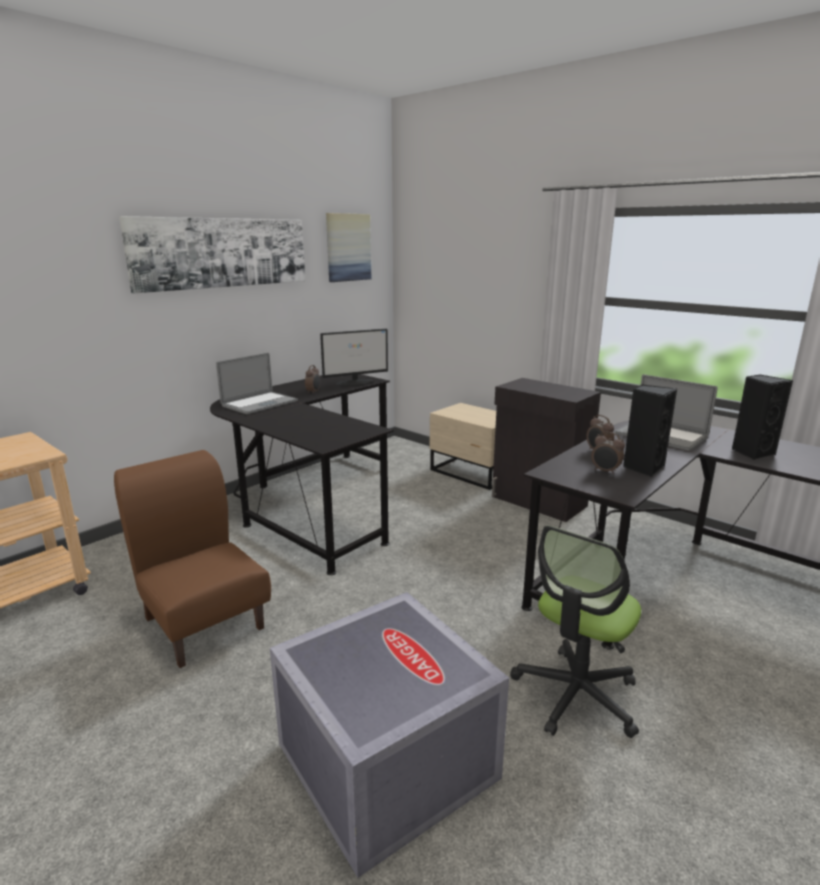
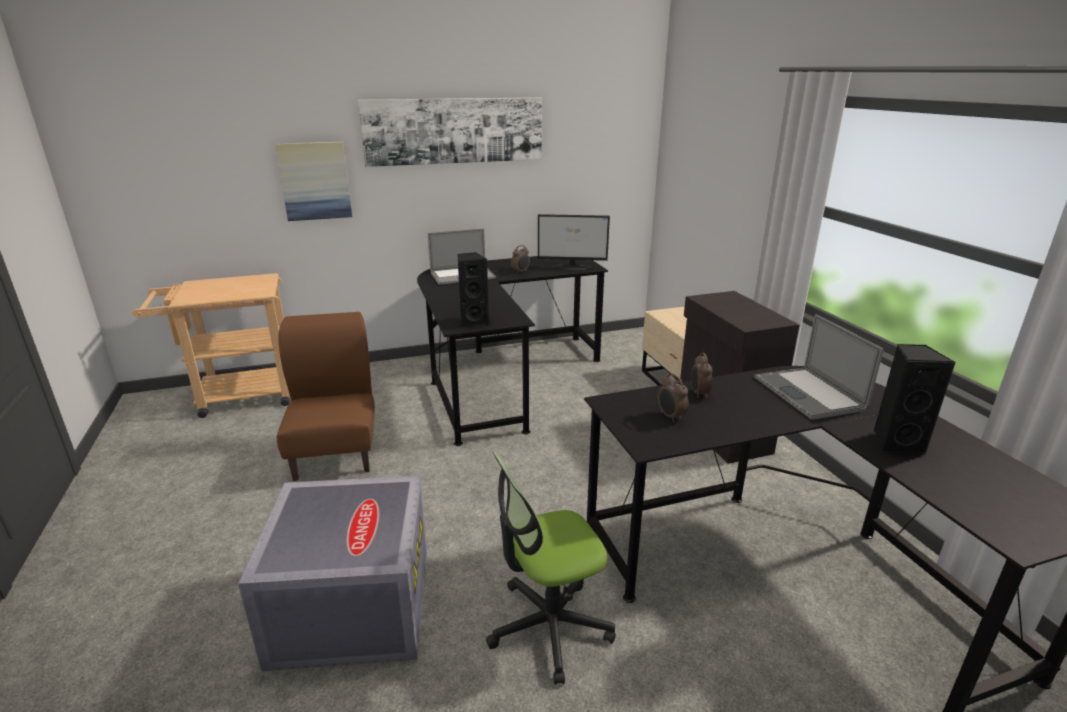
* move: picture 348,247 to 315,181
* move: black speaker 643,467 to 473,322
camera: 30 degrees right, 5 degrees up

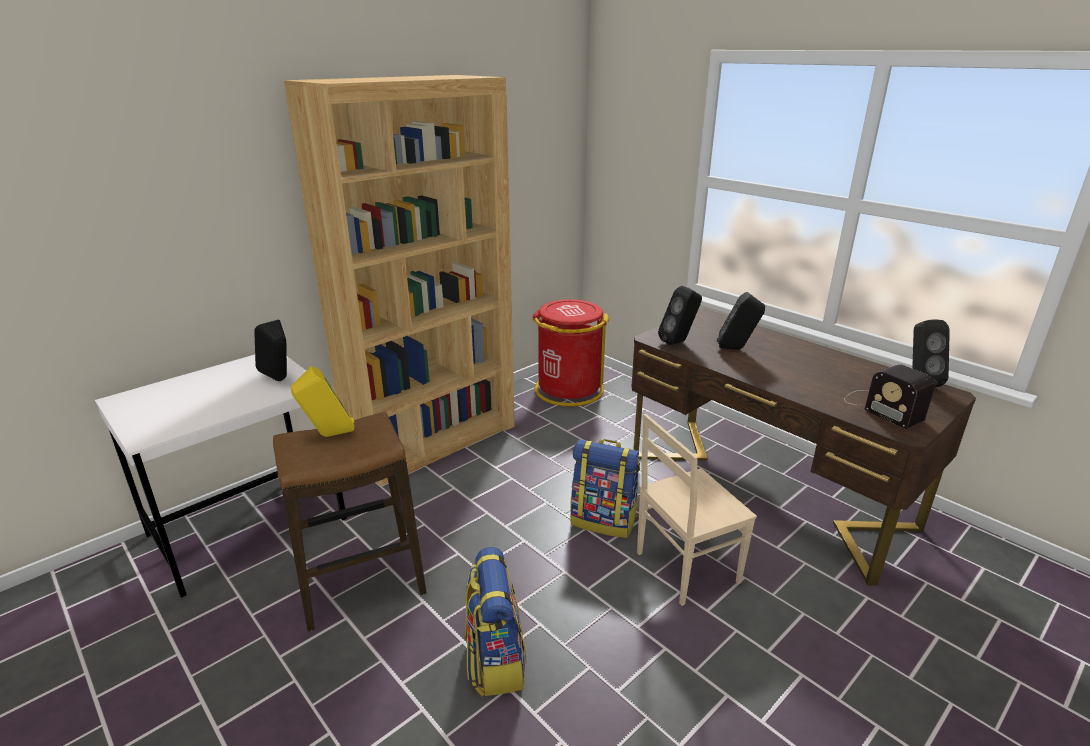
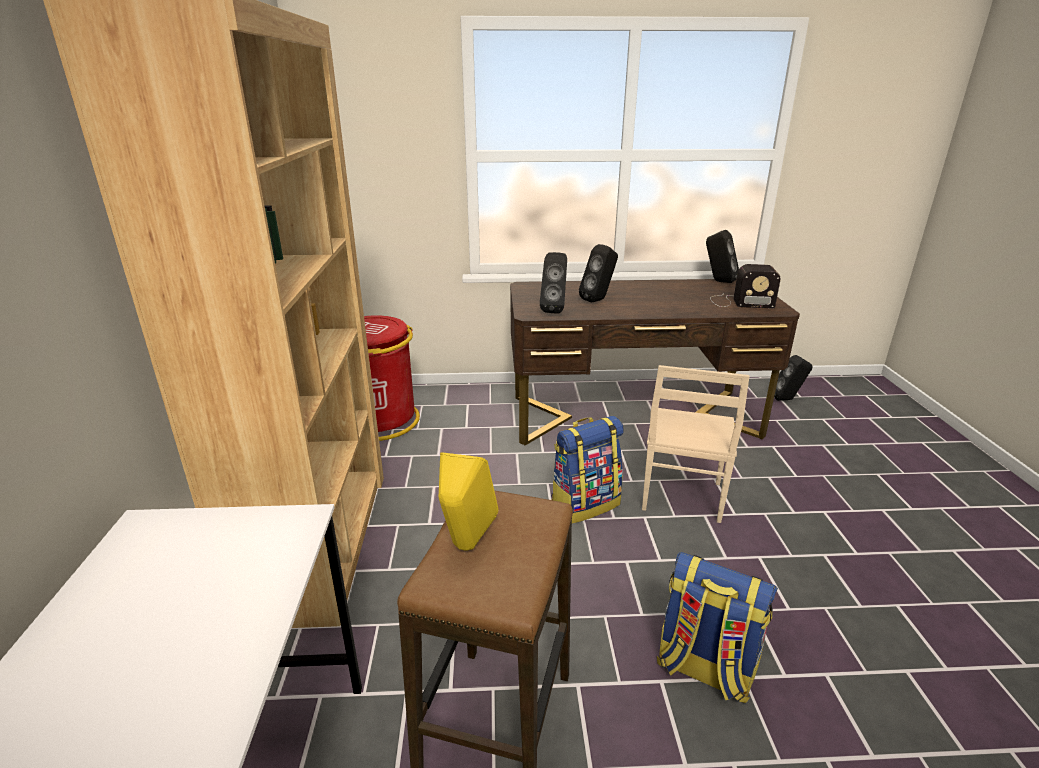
* move: black speaker 280,380 to 787,399
camera: 50 degrees left, 0 degrees up

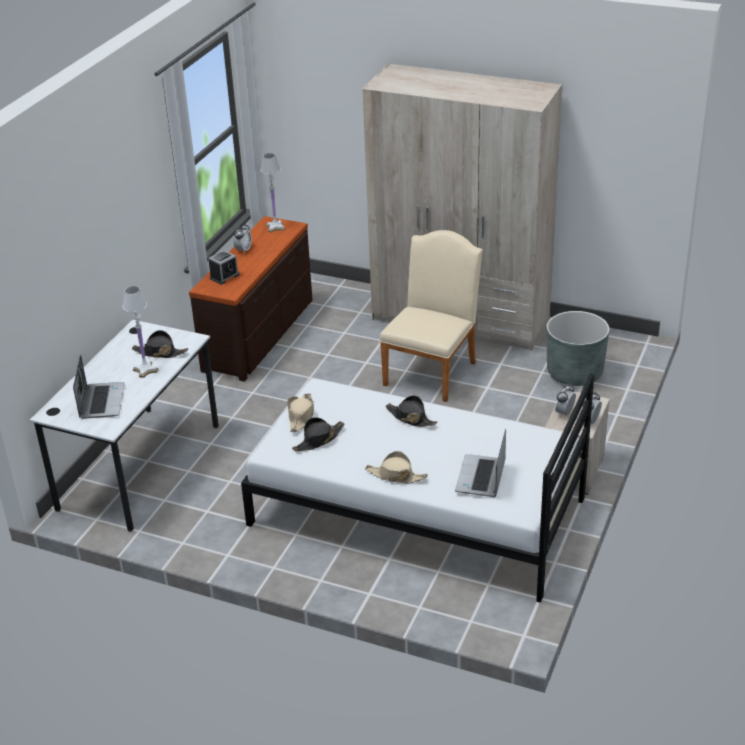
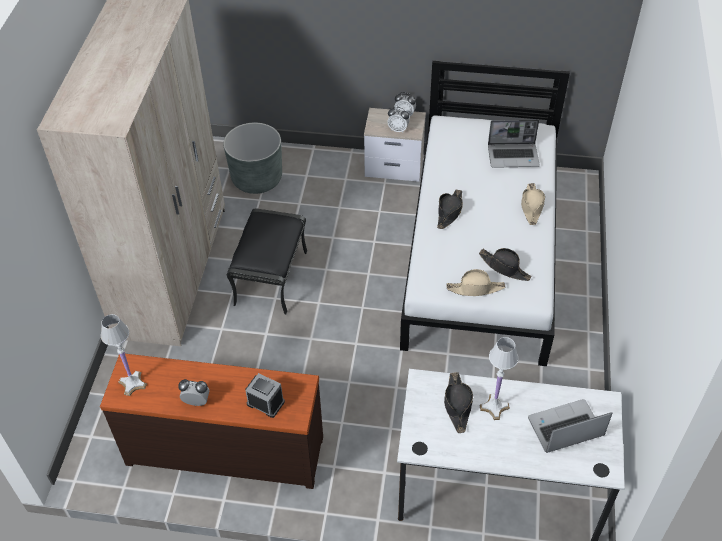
* replace: beige chair 433,370 to black ottoman 270,277
camera: 105 degrees left, 15 degrees up

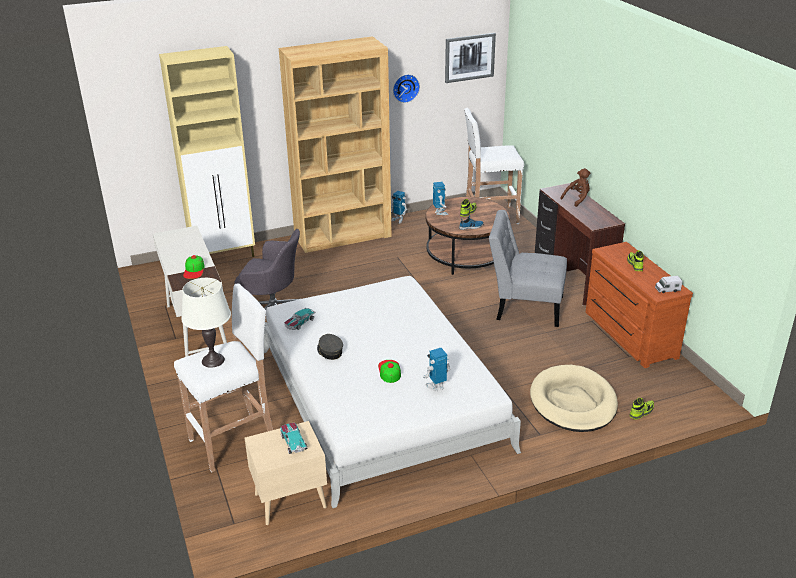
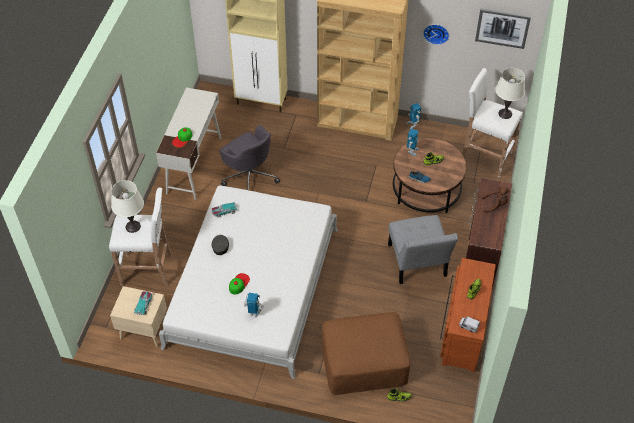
* insert: white table lamp 505,114
* replace: beige dog bed 573,402 to brown ottoman 364,362
* rotate: grey chair 525,307 = 417,263 150 degrees counterclockwise
camera: 35 degrees right, 20 degrees up

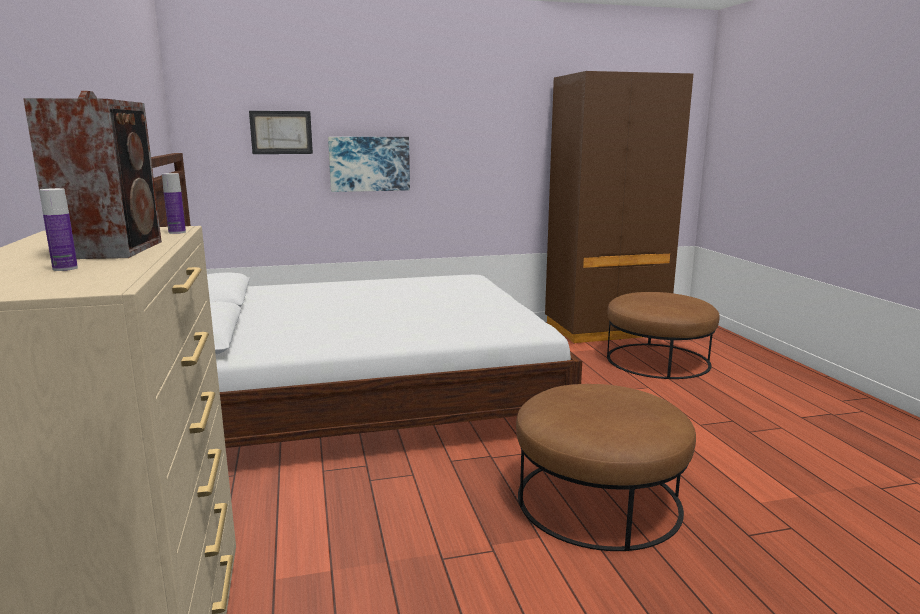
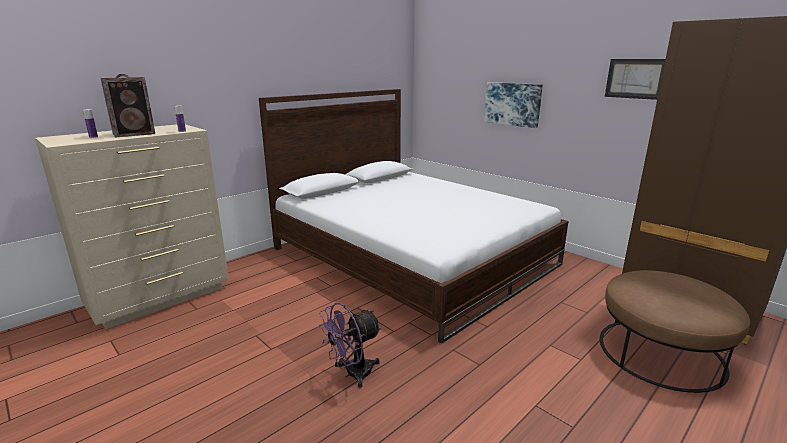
* move: picture 281,132 to 635,78
* replace: brown ottoman 598,500 to purple fan 352,374
camera: 60 degrees right, 5 degrees up

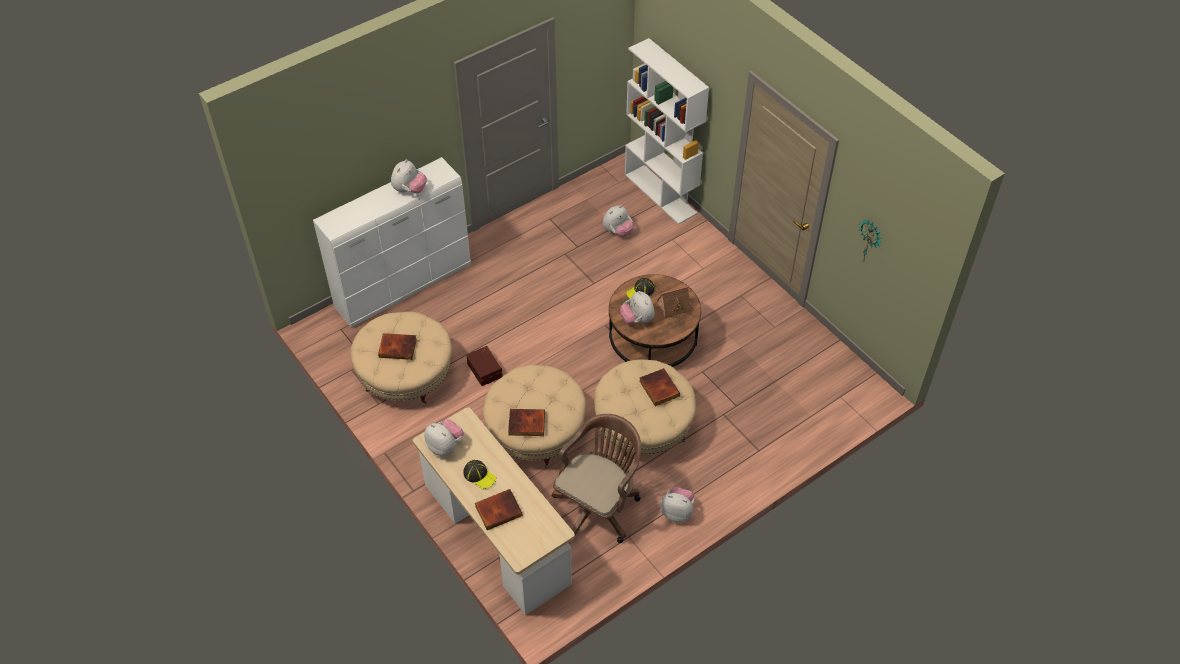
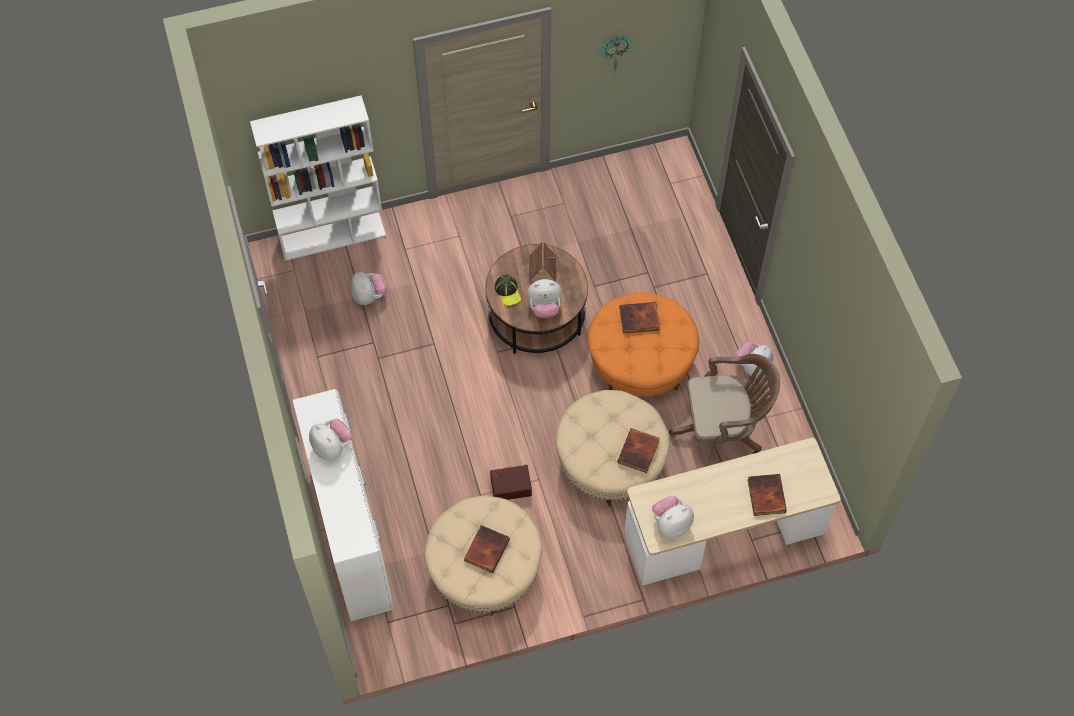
* delete: cap 479,475
* recolor: beige ottoman 643,425 to orange ottoman 641,361
* rotate: brown office chair 598,506 = 722,432 120 degrees clockwise
camera: 70 degrees left, 10 degrees up

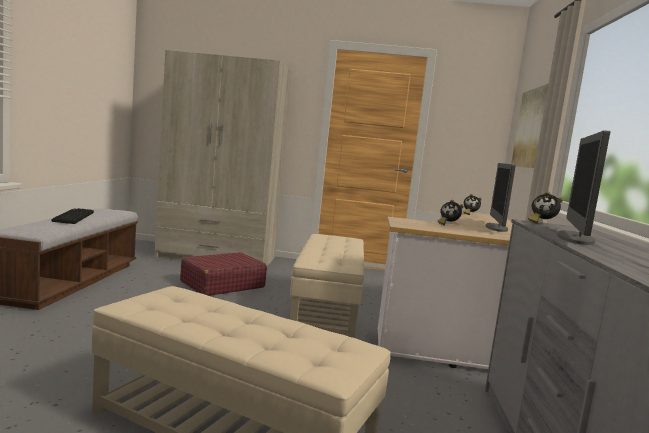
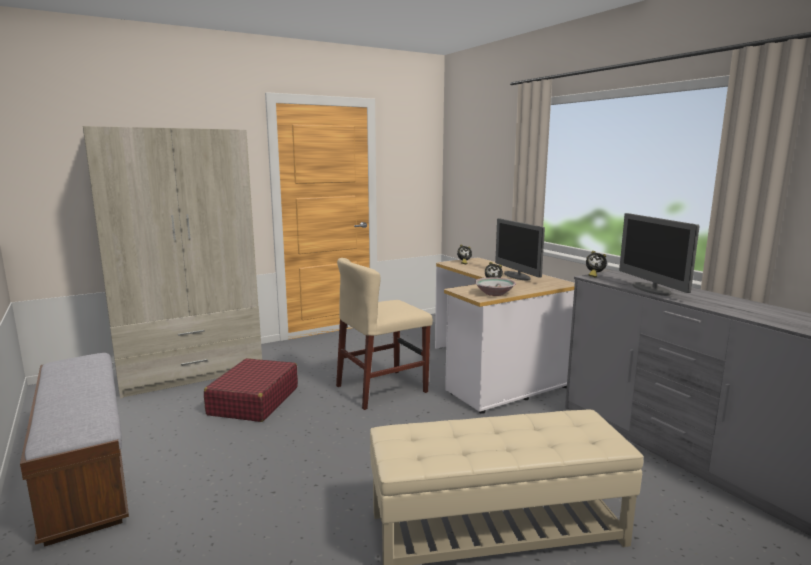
* delete: keyboard 73,217
* delete: picture 533,128
* insert: bowl 494,293
* replace: beige ottoman 326,310 to beige chair 382,389
camera: 35 degrees left, 5 degrees up

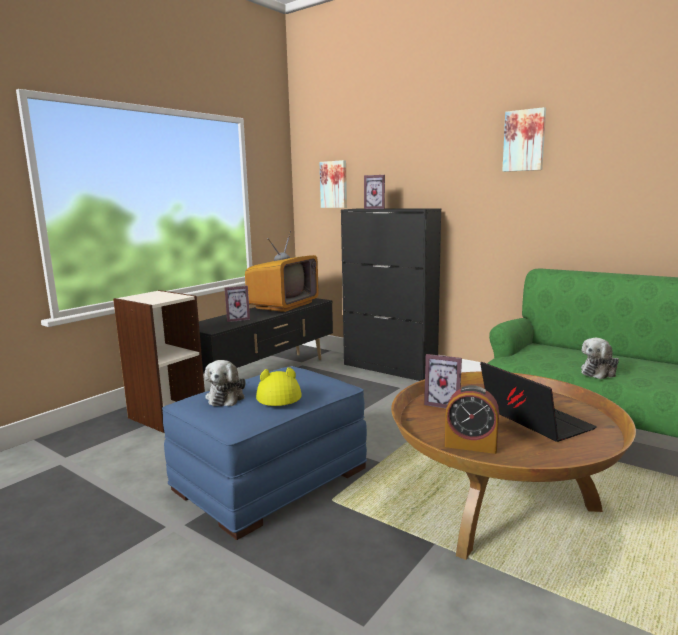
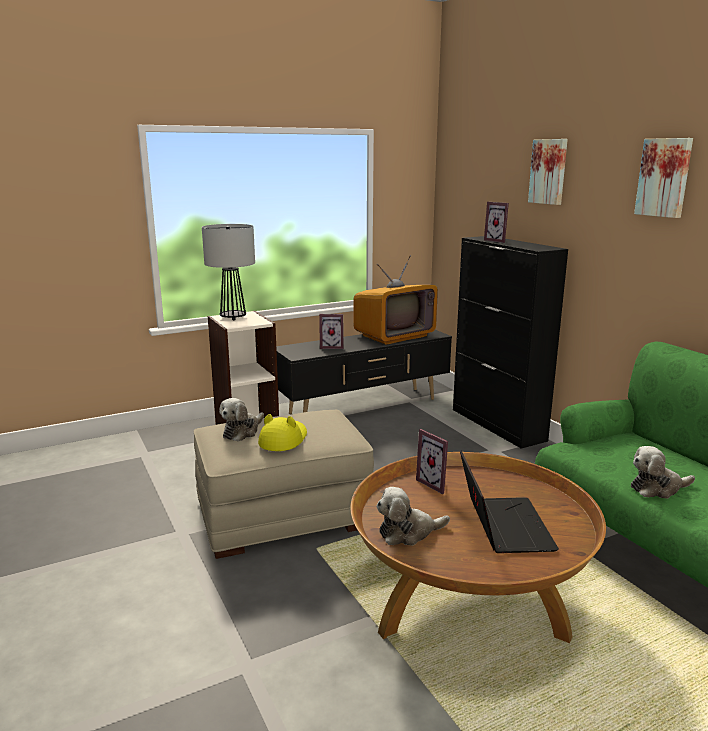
* insert: table lamp 233,317
* move: picture 334,184 to 549,171
* replace: alarm clock 471,445 to plush toy 408,532
* recolor: blue ottoman 271,478 to beige ottoman 284,513
camera: 25 degrees right, 5 degrees up

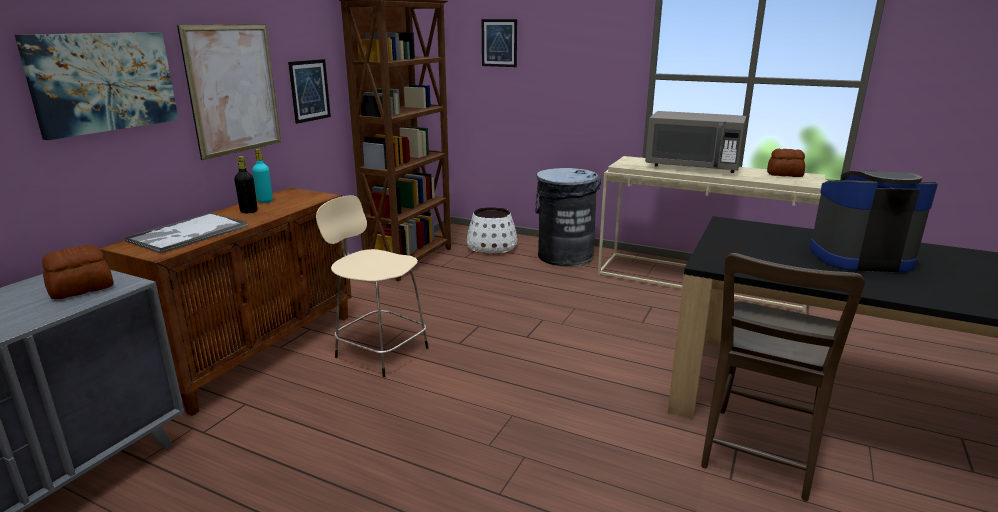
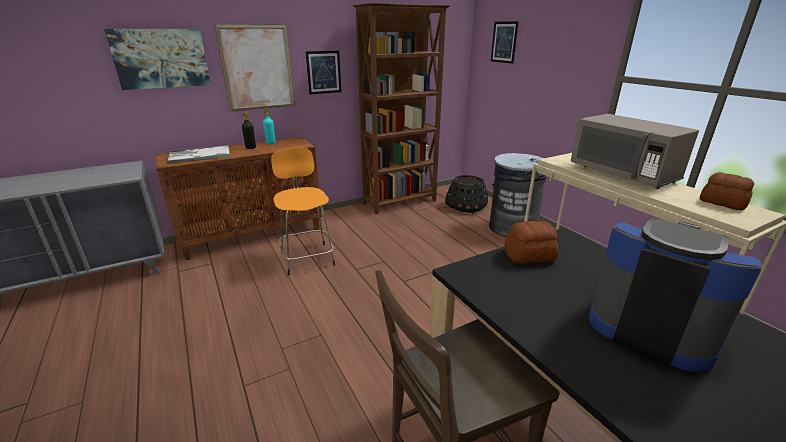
* move: bread 80,289 to 528,255
* recolor: beige stool 379,351 to orange stool 307,257
* recolor: white planter 491,246 to black planter 466,206
camera: 35 degrees right, 5 degrees up

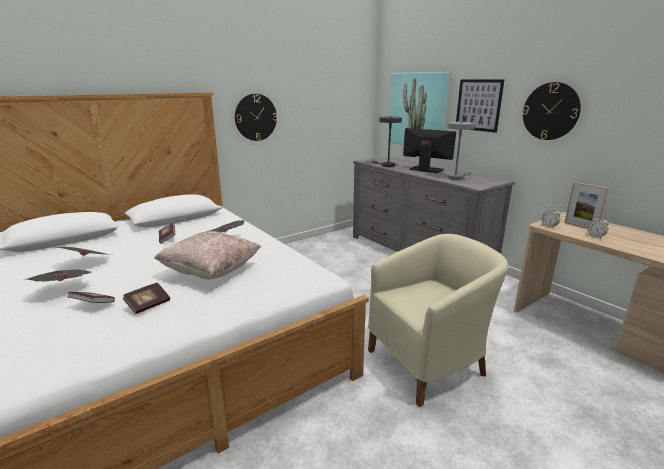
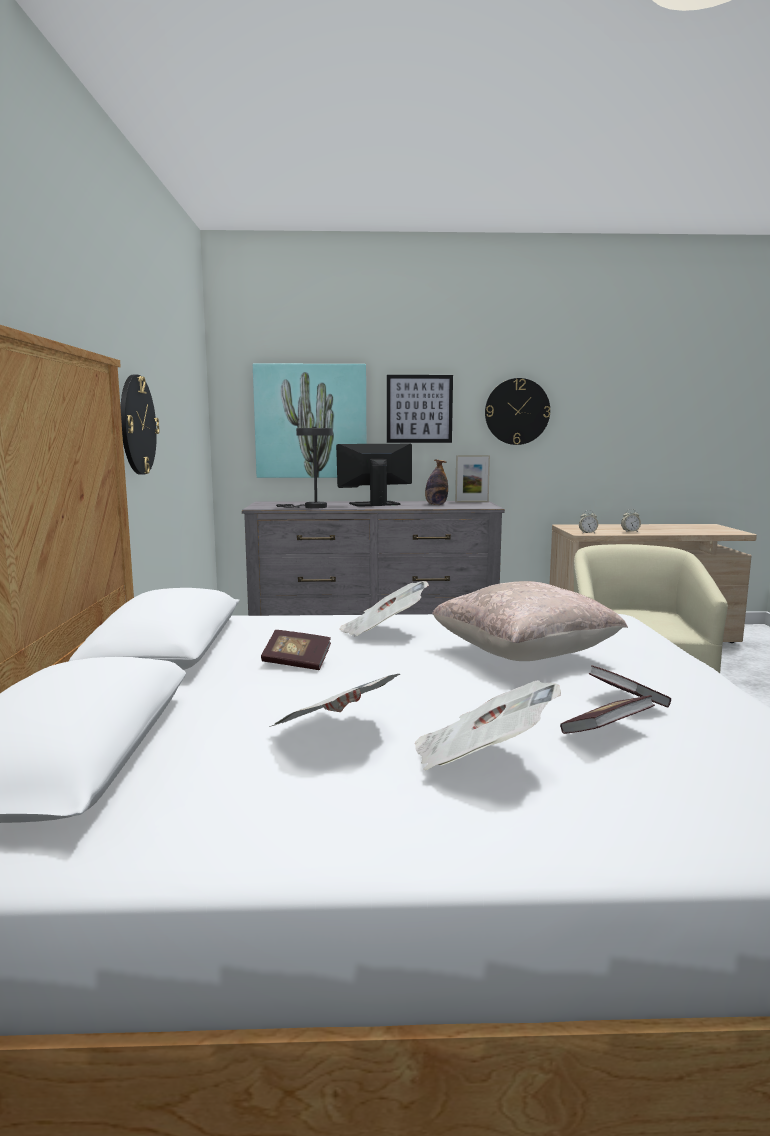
* move: picture frame 580,226 to 471,502
* replace: grey table lamp 456,177 to bottle 436,504
camera: 55 degrees left, 10 degrees down

